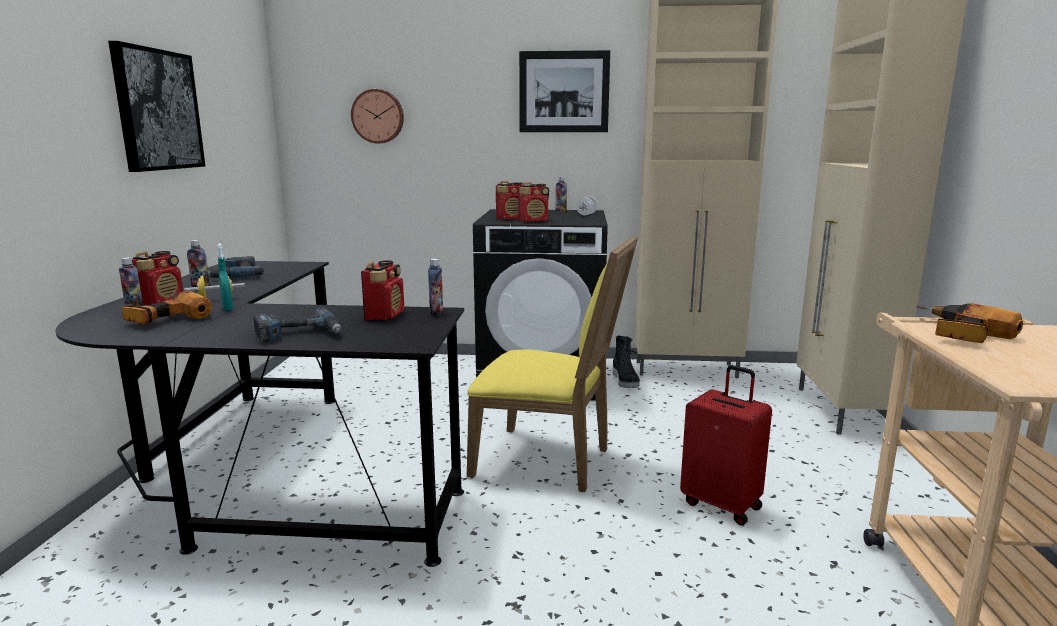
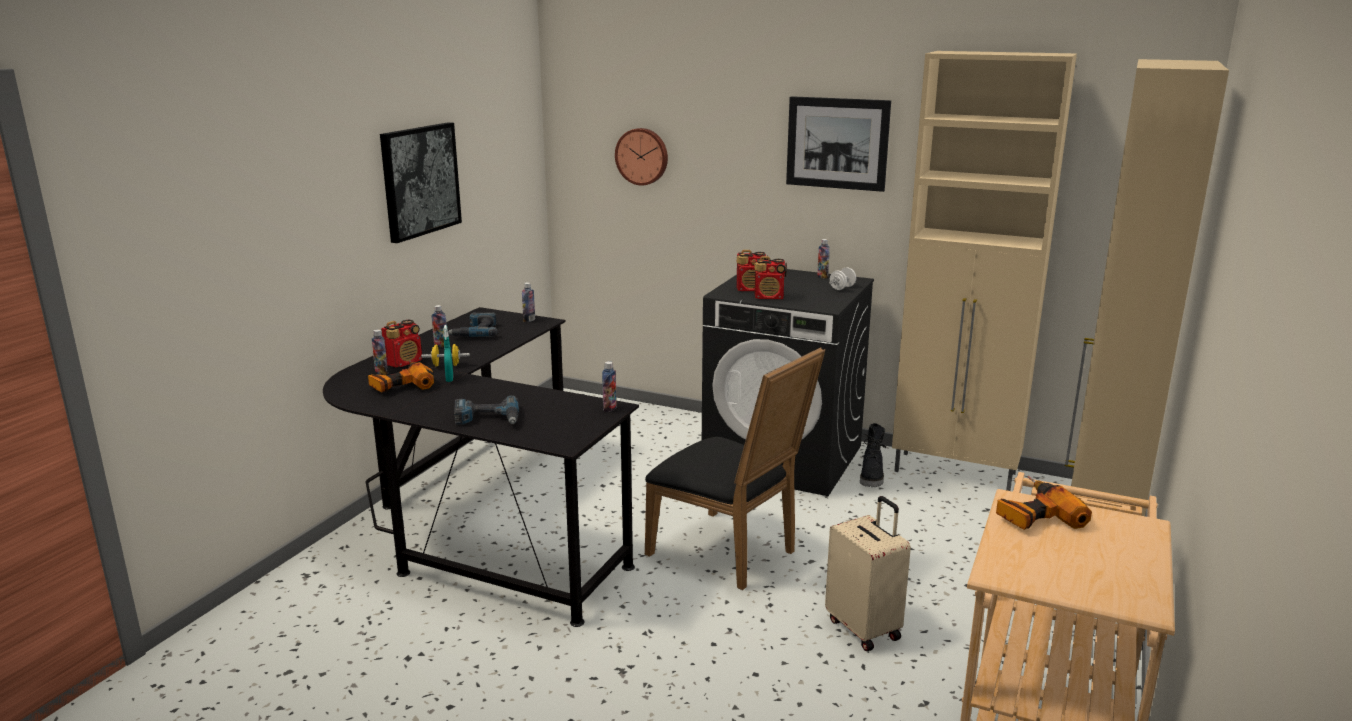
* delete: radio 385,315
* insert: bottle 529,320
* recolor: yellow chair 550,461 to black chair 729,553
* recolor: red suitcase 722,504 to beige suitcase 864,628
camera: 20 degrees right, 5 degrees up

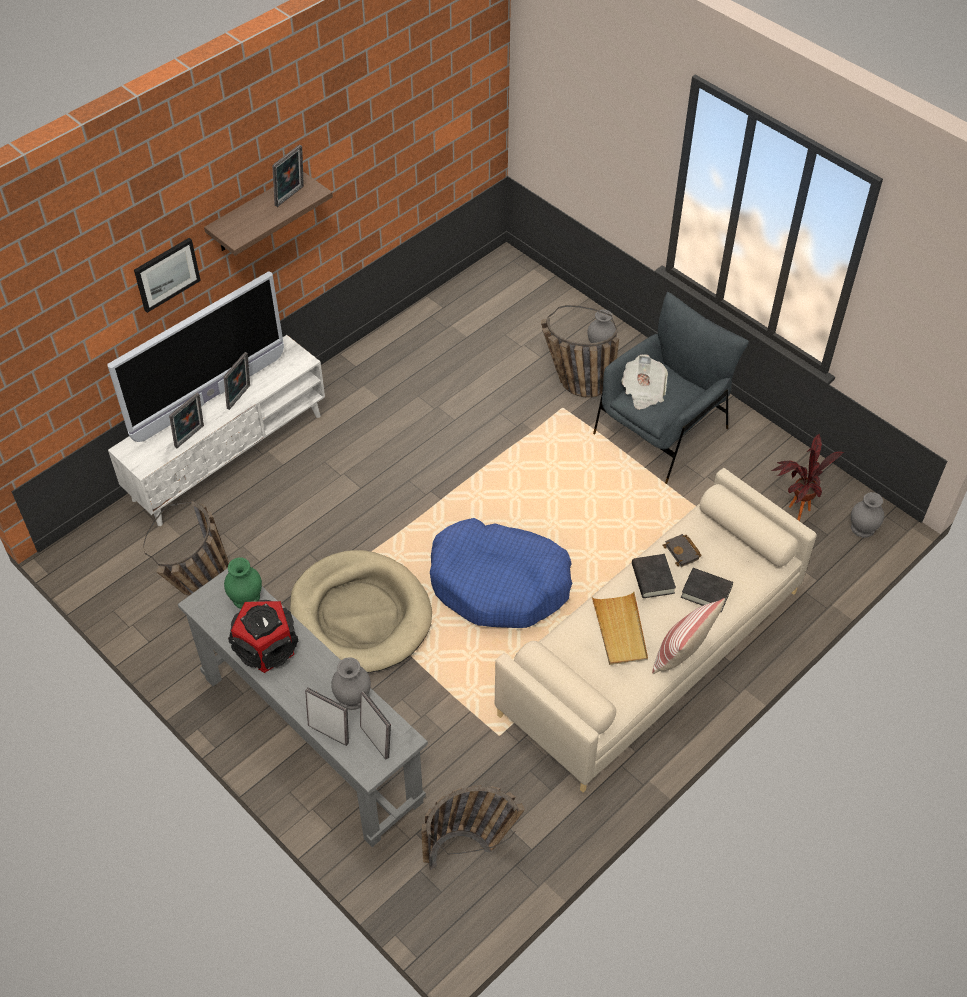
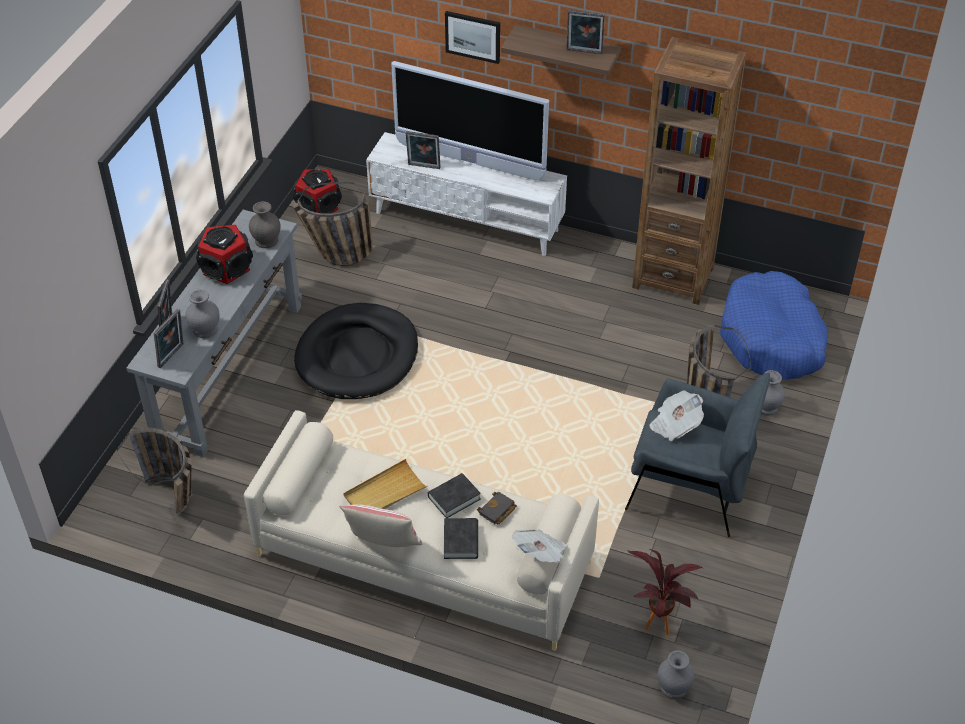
* delete: picture frame 240,398
* insert: speaker 318,206
* insert: newspaper 540,554
* insert: brown bookcase 673,277
* move: blue dog bed 499,584 to 772,338
* recolor: green vase 246,596 to grey vase 267,240
* recolor: beige dog bed 360,615 to black dog bed 357,356
camera: 65 degrees right, 5 degrees down

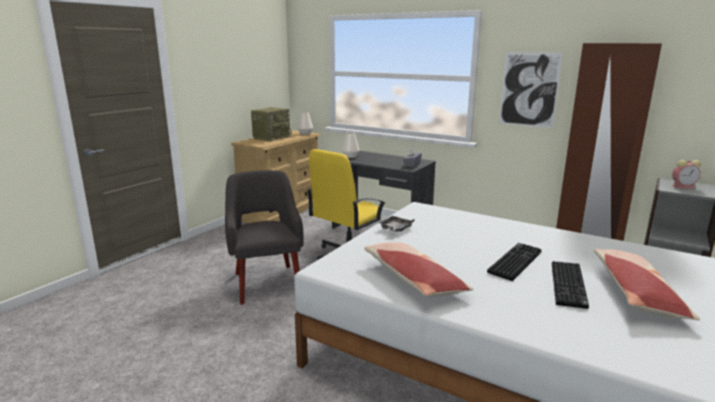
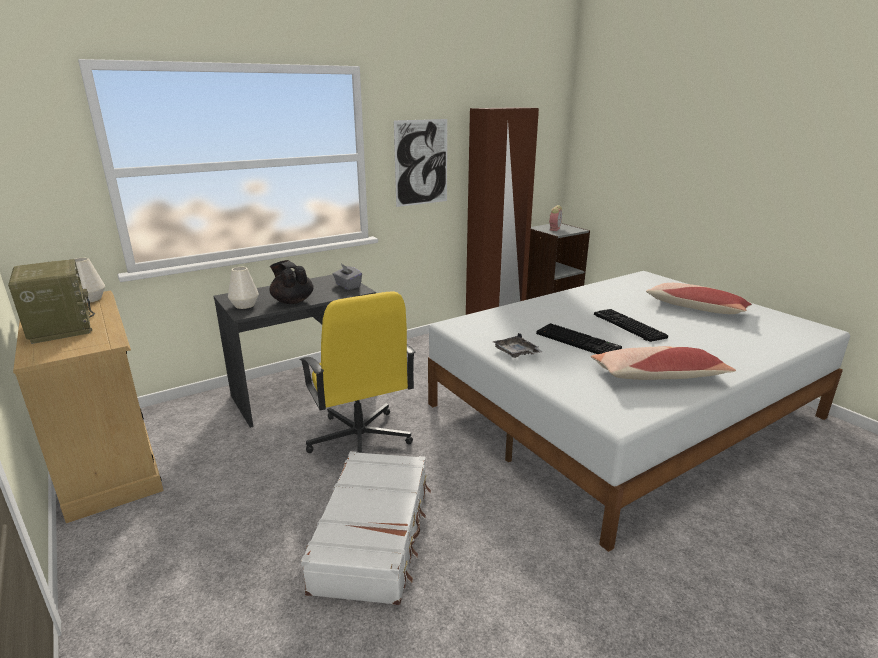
* insert: black teapot 292,301
* move: keyboard 570,285 to 579,341
* replace: grey armchair 267,283 to white suitcase 374,535
camera: 65 degrees left, 5 degrees up

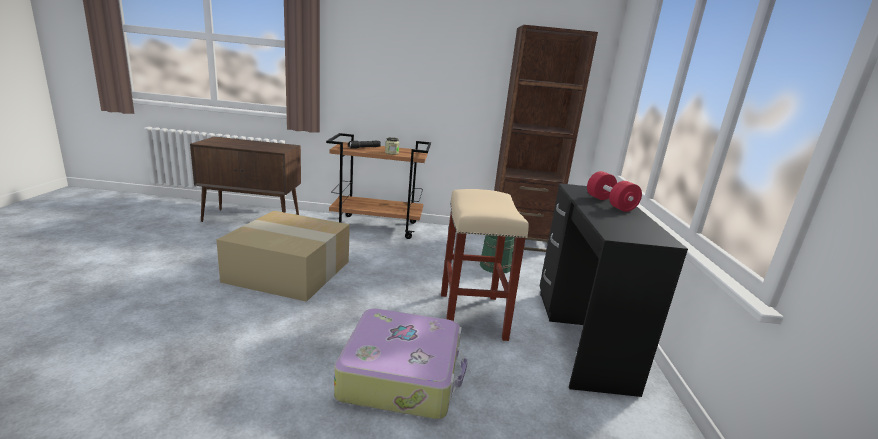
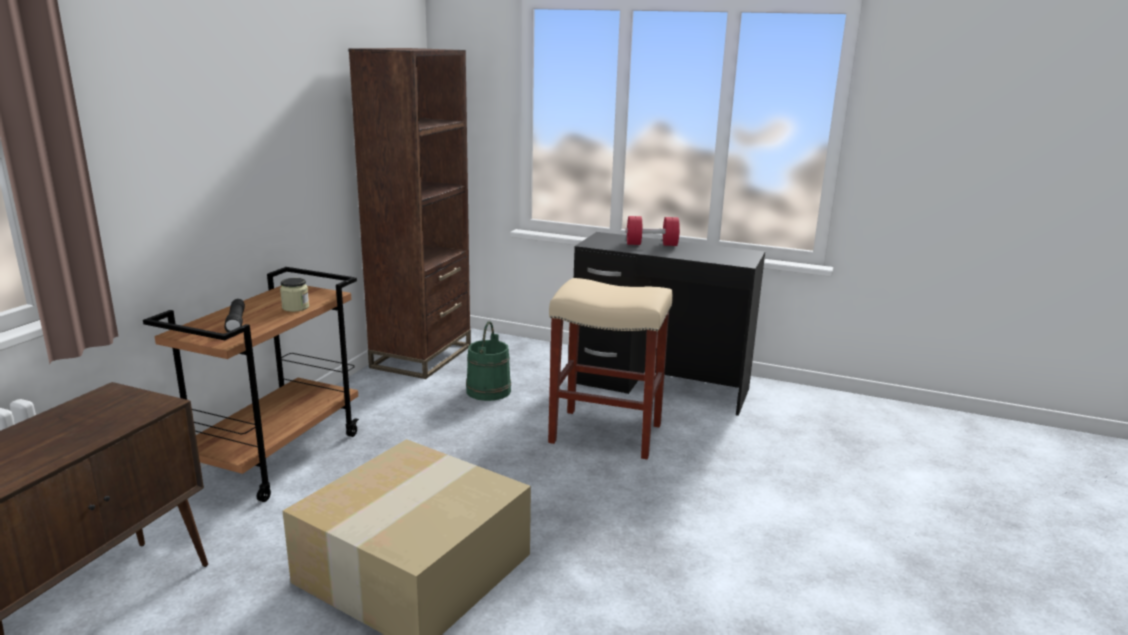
* delete: suitcase 402,374
camera: 70 degrees left, 0 degrees up

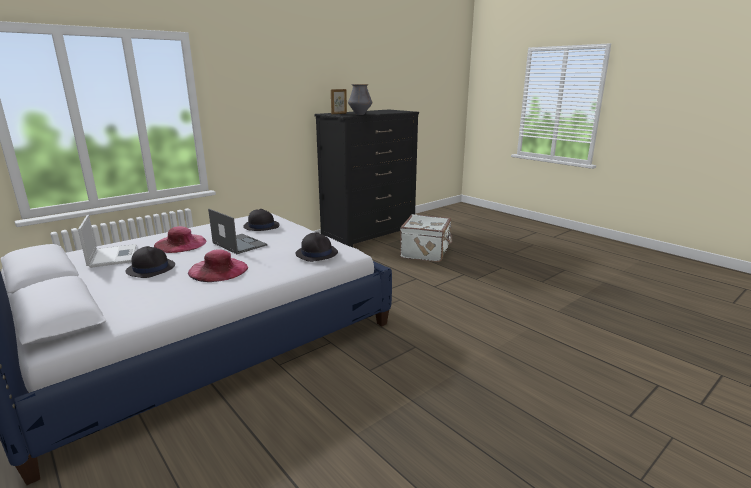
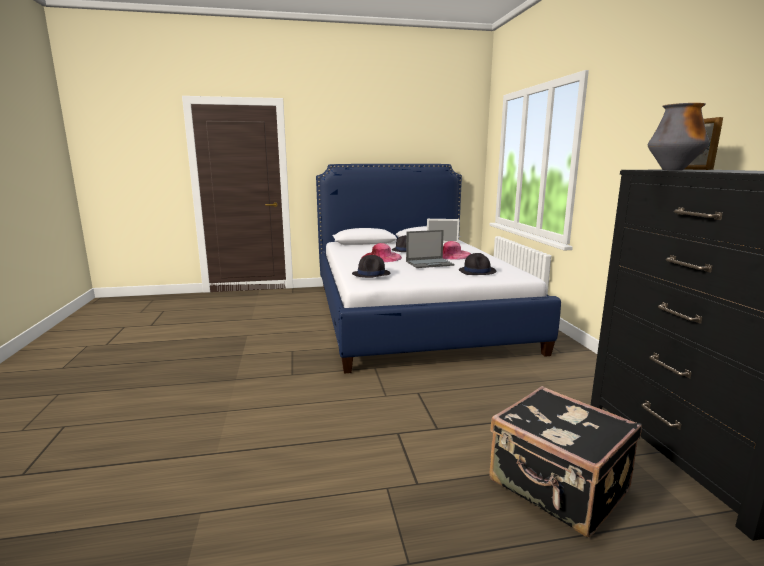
* recolor: white suitcase 426,252 to black suitcase 557,488
camera: 120 degrees right, 5 degrees down

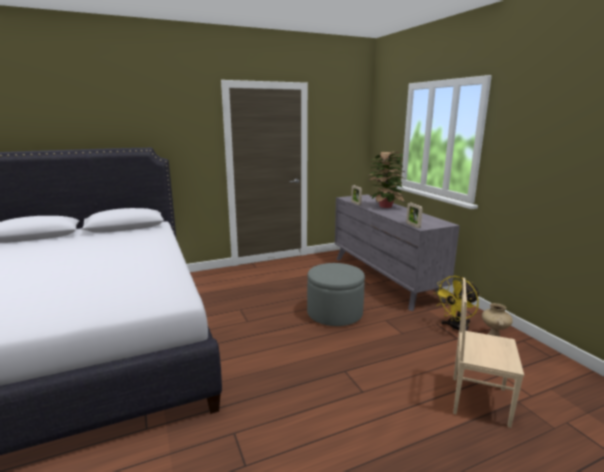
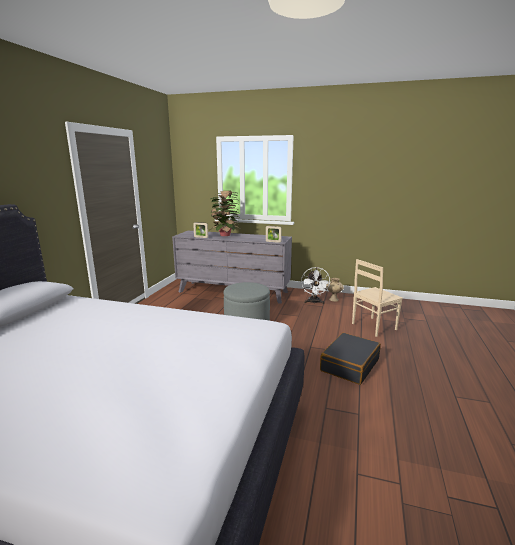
* insert: black suitcase 349,365
* recolor: yellow fan 455,328 to white fan 314,302
camera: 50 degrees left, 0 degrees up

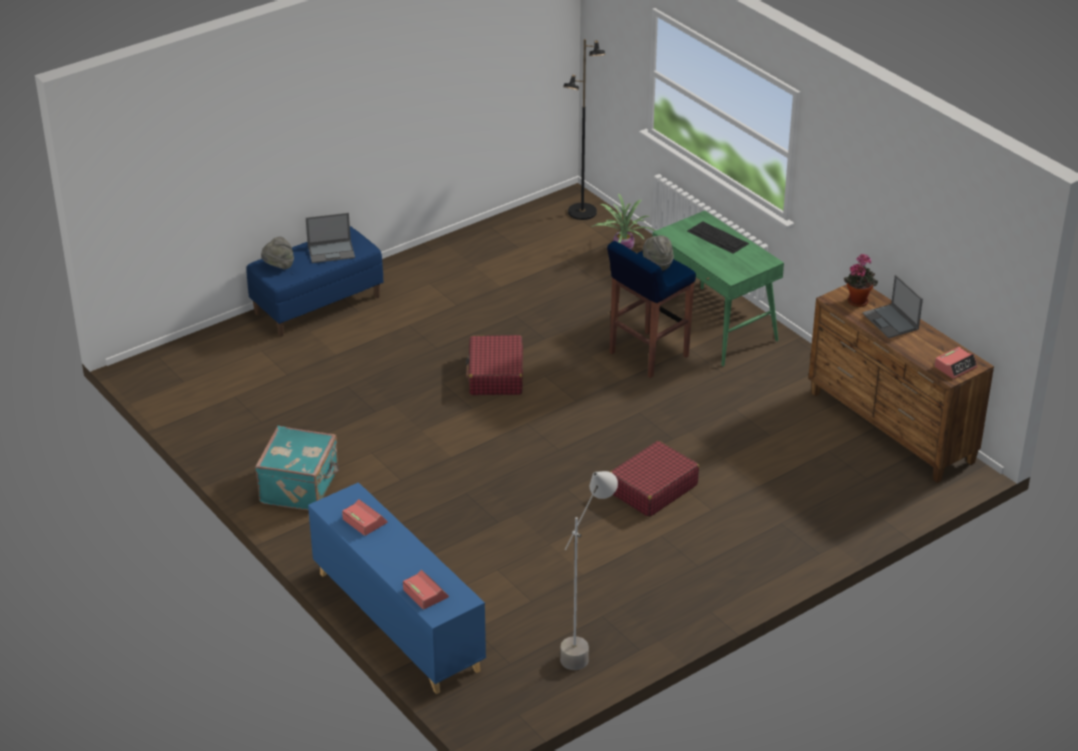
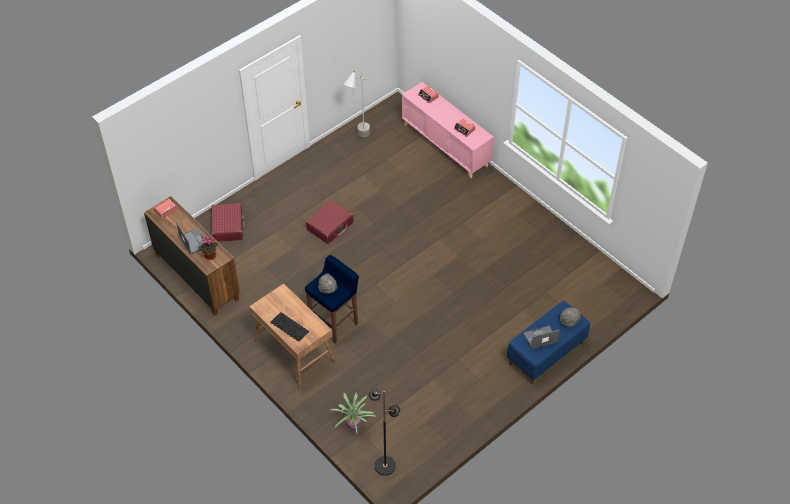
* delete: turquoise suitcase 301,487
* move: red suitcase 495,375 to 228,226
* recolor: blue cabinet 397,621 to pink cabinet 446,145
* recolor: green desk 713,326 to brown desk 294,352
camera: 175 degrees right, 15 degrees up

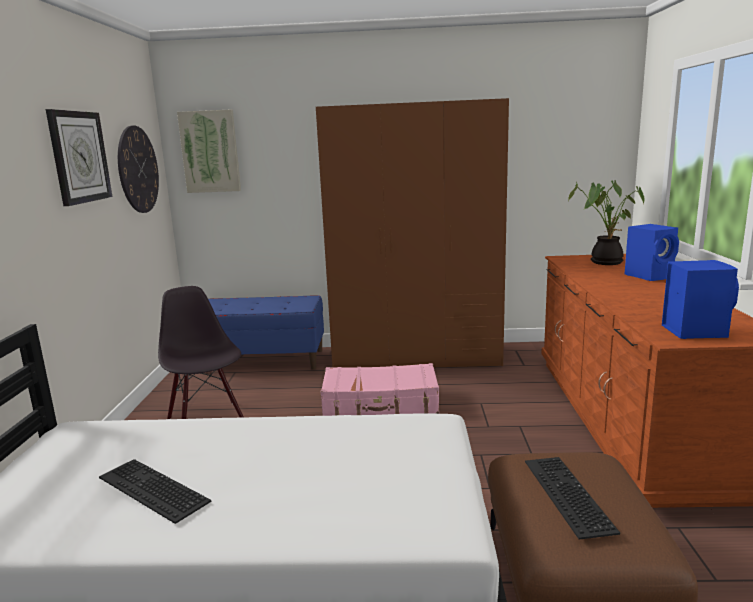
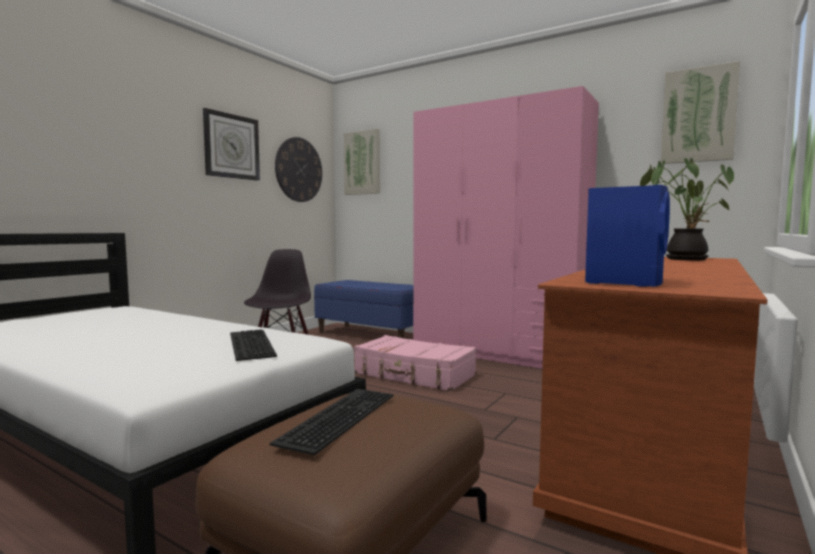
* delete: blue speaker 650,276
* insert: picture 698,115
* move: keyboard 149,490 to 248,344
* recolor: brown wardrobe 416,356 to pink wardrobe 498,353
camera: 30 degrees right, 10 degrees down

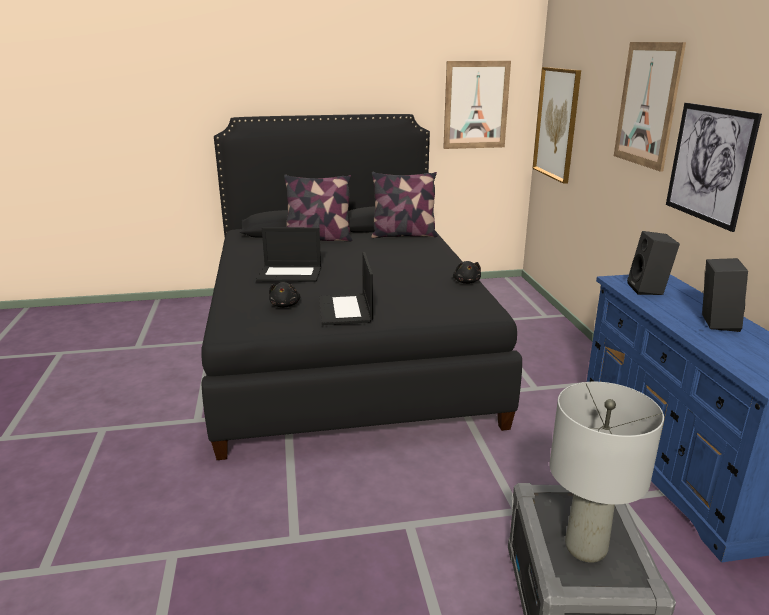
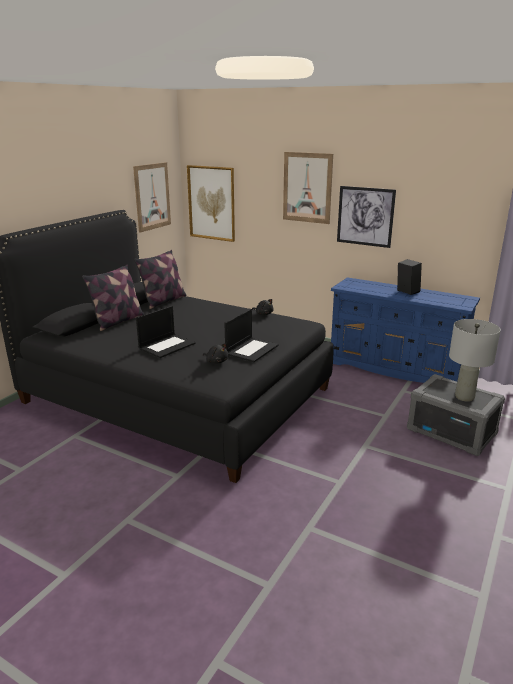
* delete: black speaker 649,289
* rotate: laptop 346,310 = 252,349 90 degrees counterclockwise
camera: 50 degrees left, 0 degrees up

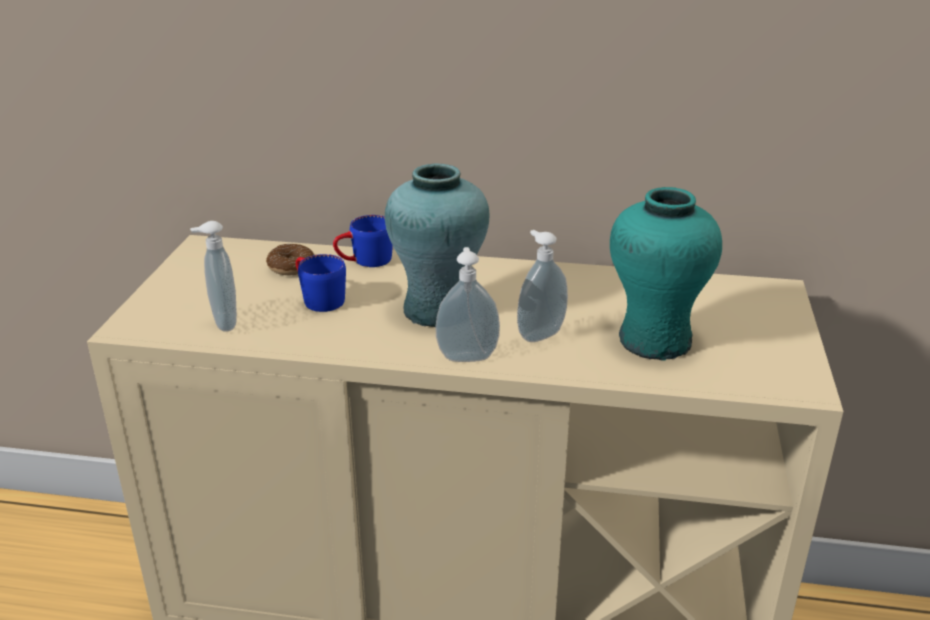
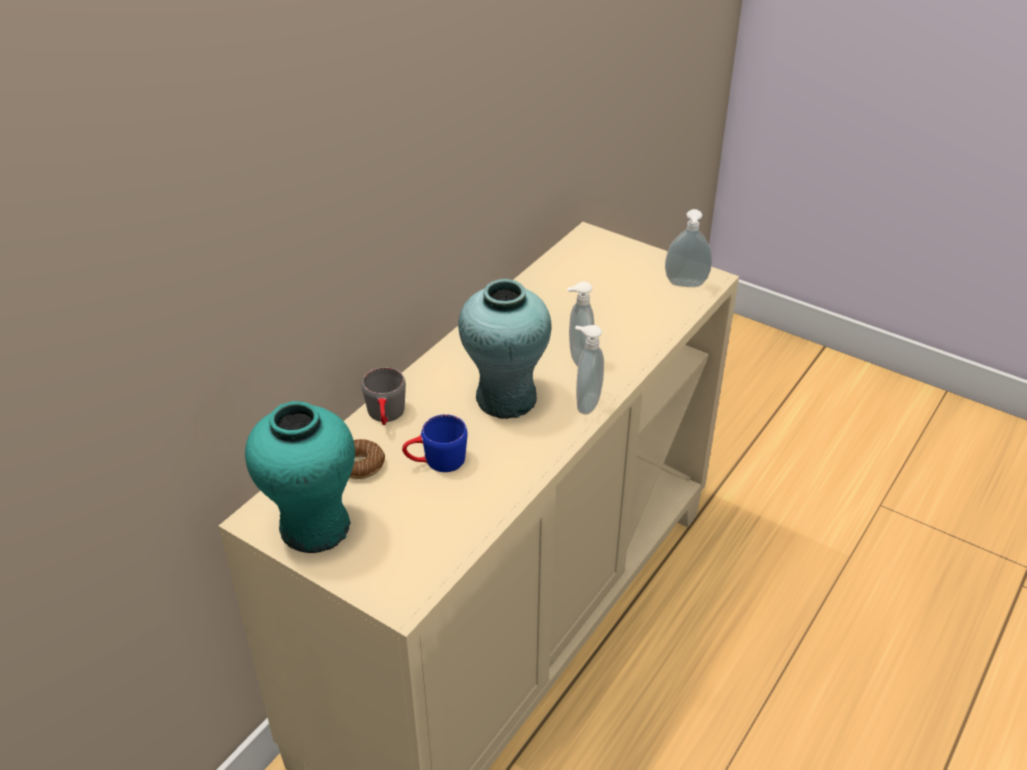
* move: soap dispenser 222,323 to 685,285
* move: turquoise vase 654,340 to 314,527
* recolor: blue mug 364,261 to grey mug 386,416
camera: 65 degrees left, 10 degrees up

